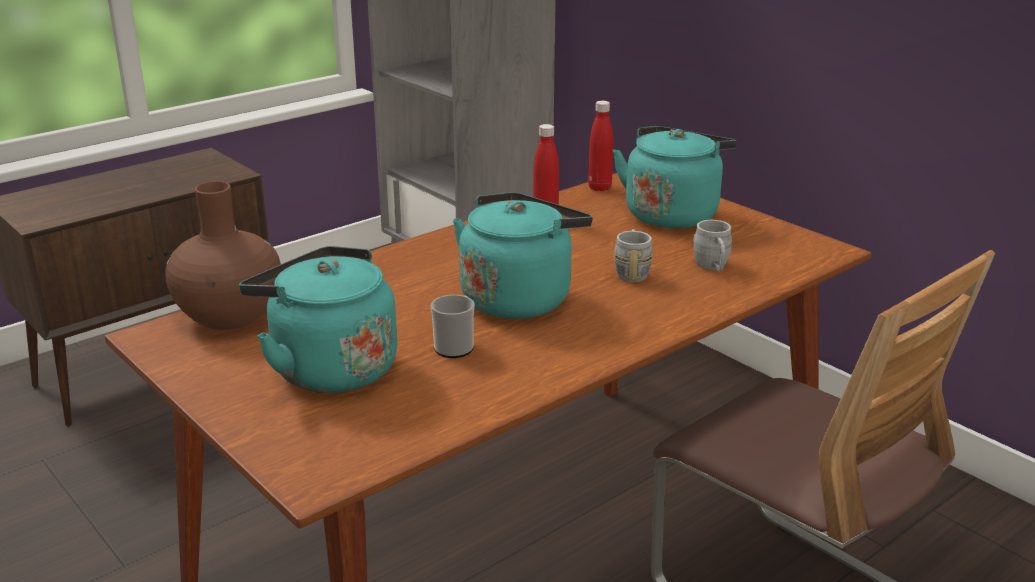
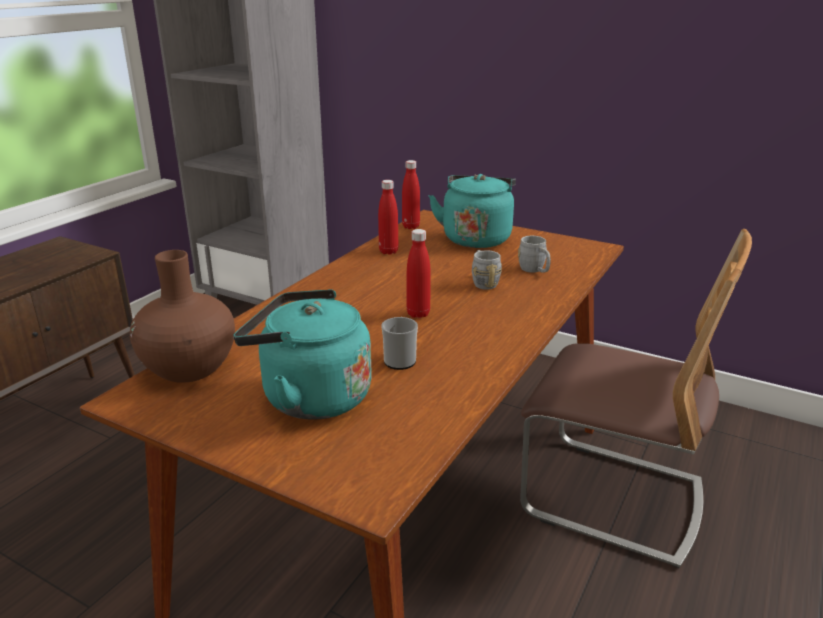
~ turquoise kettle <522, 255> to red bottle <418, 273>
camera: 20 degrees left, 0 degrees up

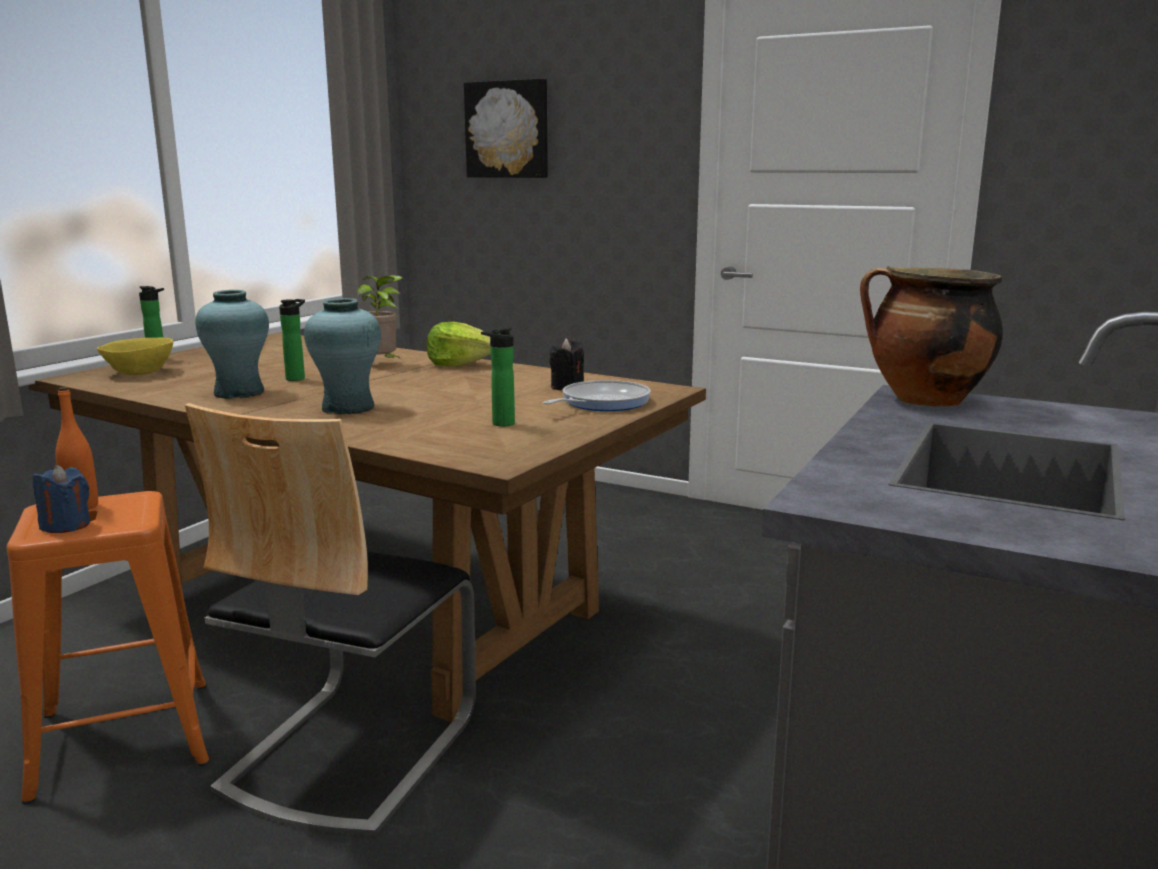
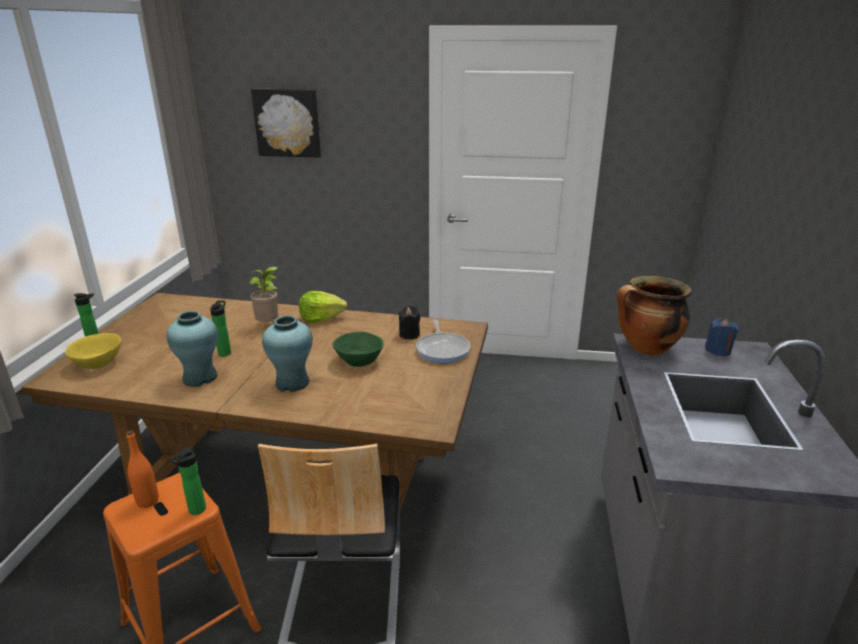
~ blue candle <61, 499> to <722, 337>
~ bottle <498, 377> to <187, 481>
~ frying pan <597, 395> = <443, 341> 150 degrees clockwise
+ green bowl <358, 349>
camera: 20 degrees left, 10 degrees up

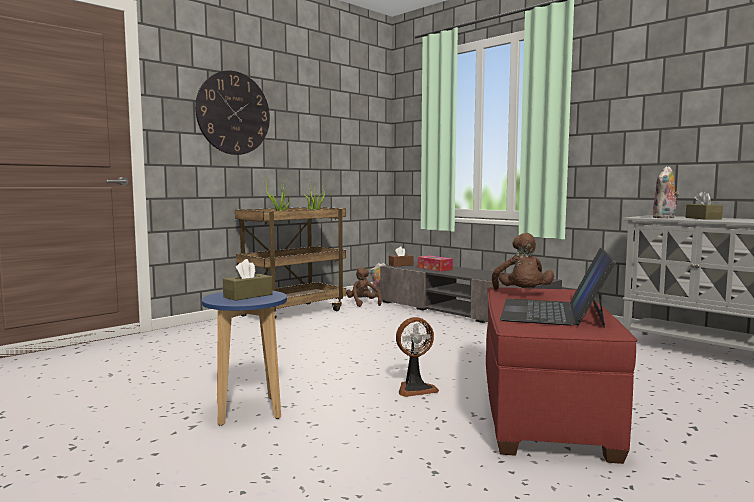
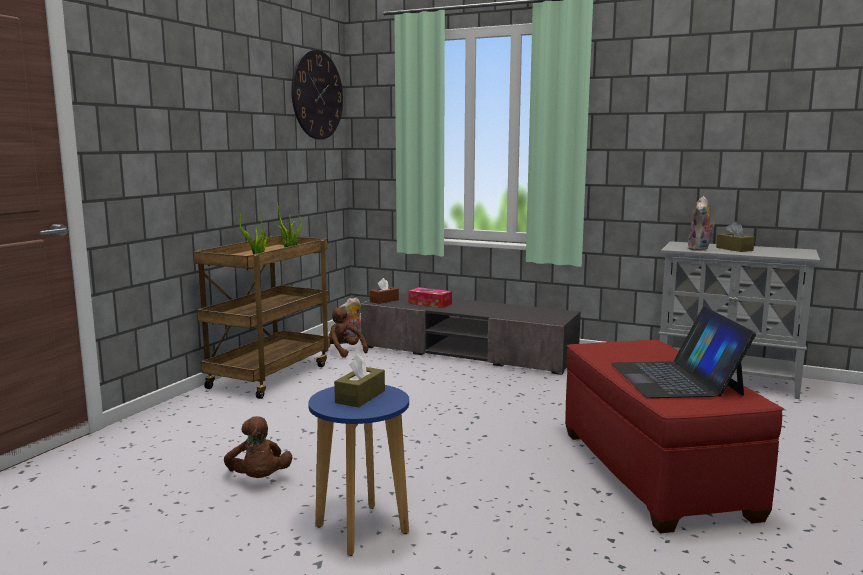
~ wall clock <232, 112> to <317, 95>
- fan <417, 357>
~ brown plush toy <523, 261> to <258, 447>
camera: 20 degrees left, 5 degrees up

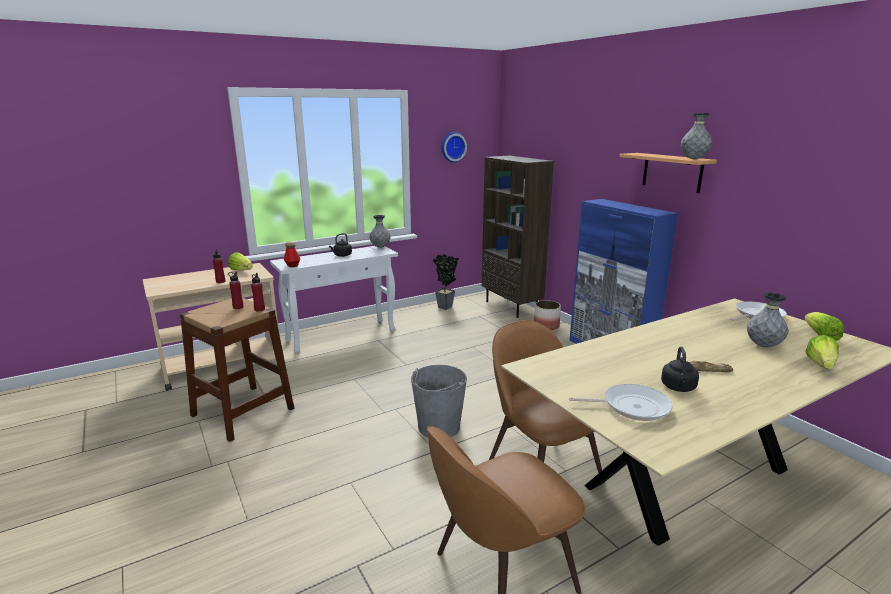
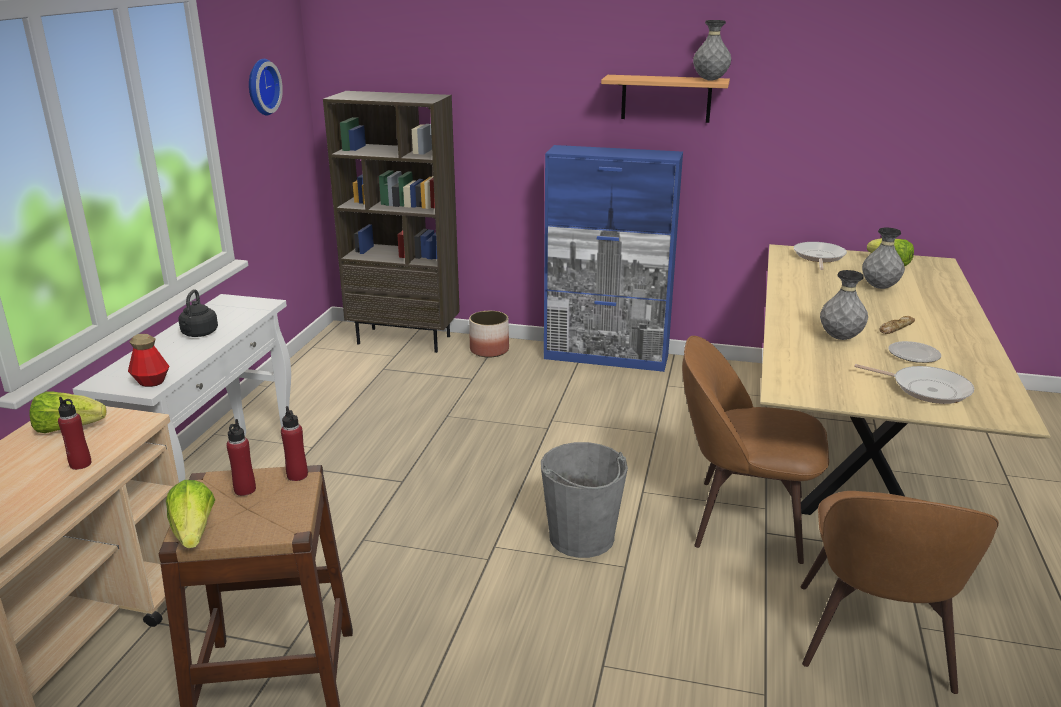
~ grey vase <380, 231> to <844, 305>
- potted plant <446, 282>
~ frying pan <621, 402> = <914, 384> 75 degrees clockwise
~ black kettle <680, 369> to plate <915, 352>
~ lettuce <822, 352> to <190, 514>
camera: 45 degrees left, 5 degrees up

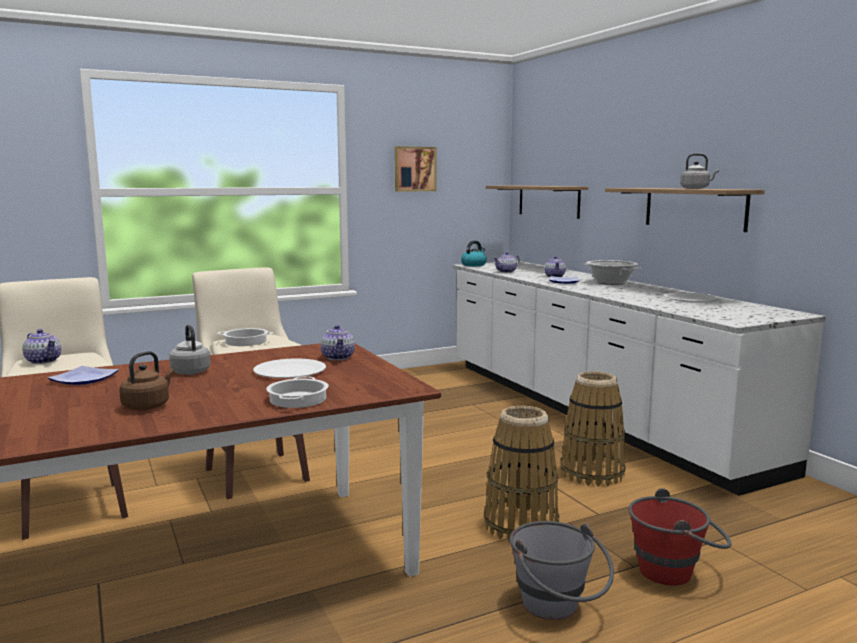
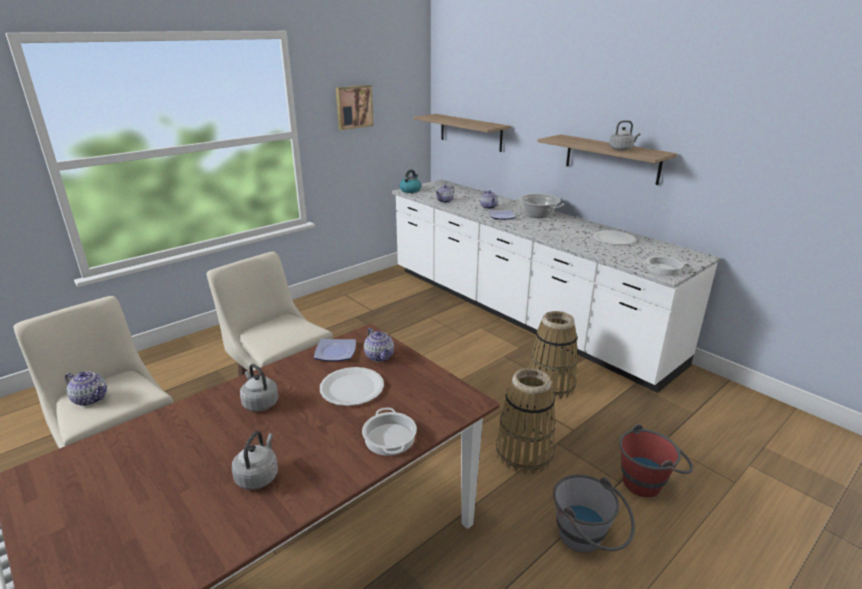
~ plate <83, 375> to <335, 350>
~ brown kettle <146, 380> to grey kettle <255, 460>
~ cooking pot <245, 337> to <664, 266>
camera: 15 degrees left, 15 degrees up

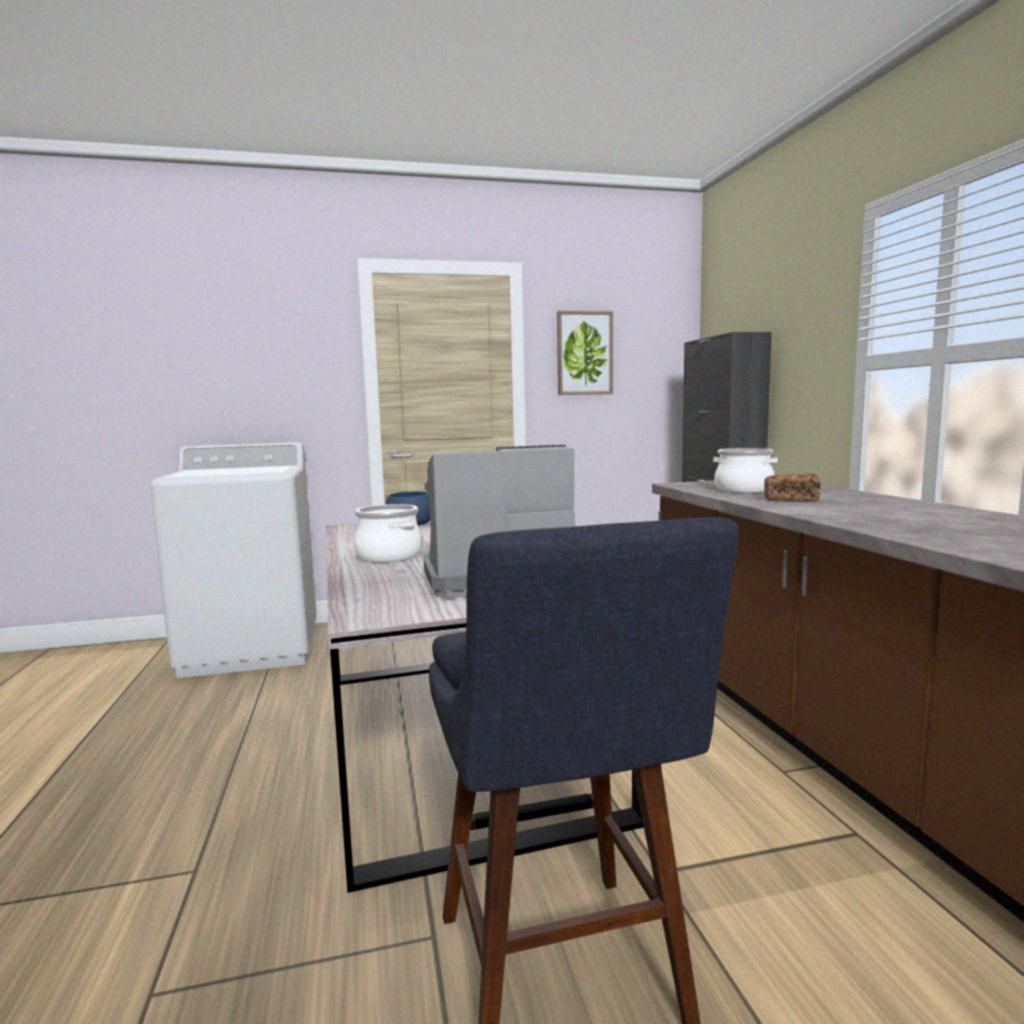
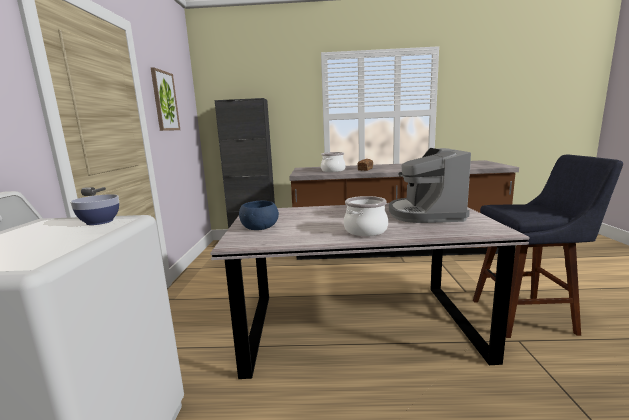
+ bowl <94, 209>
camera: 75 degrees left, 5 degrees up

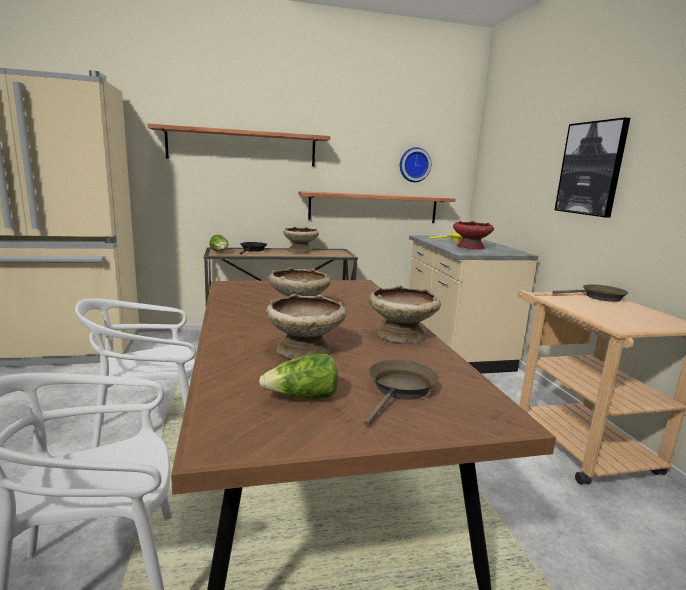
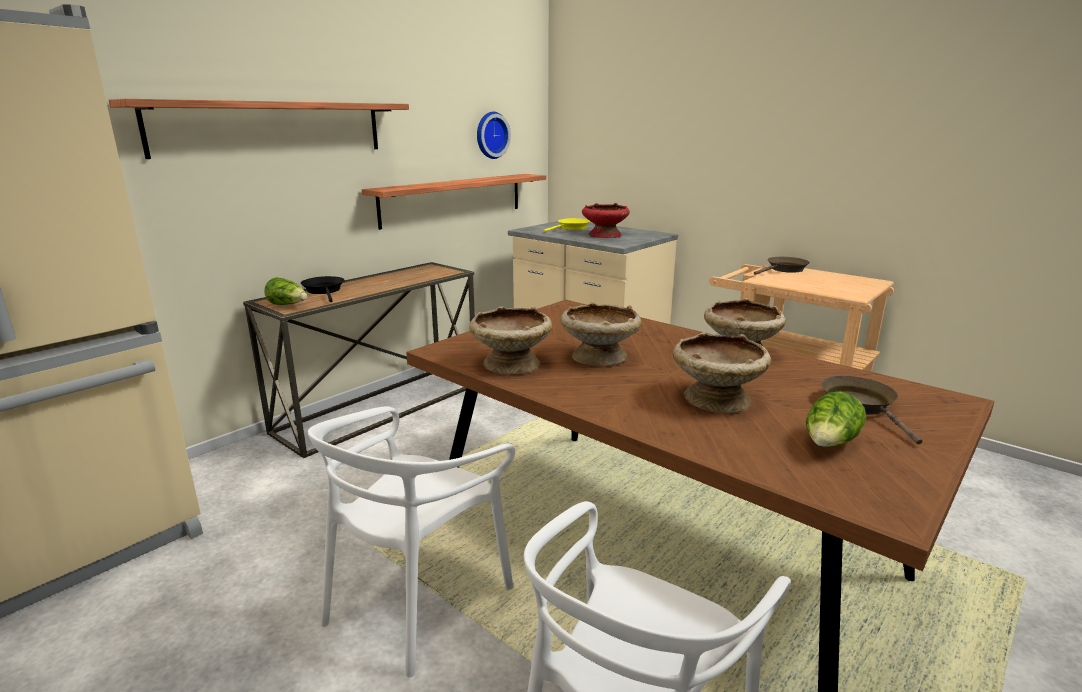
~ beige bowl <301, 240> to <510, 340>
- picture <592, 167>
camera: 35 degrees left, 5 degrees up

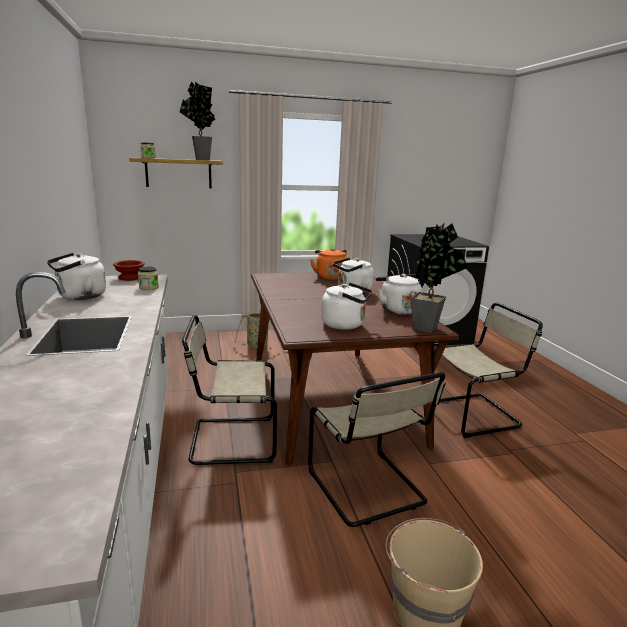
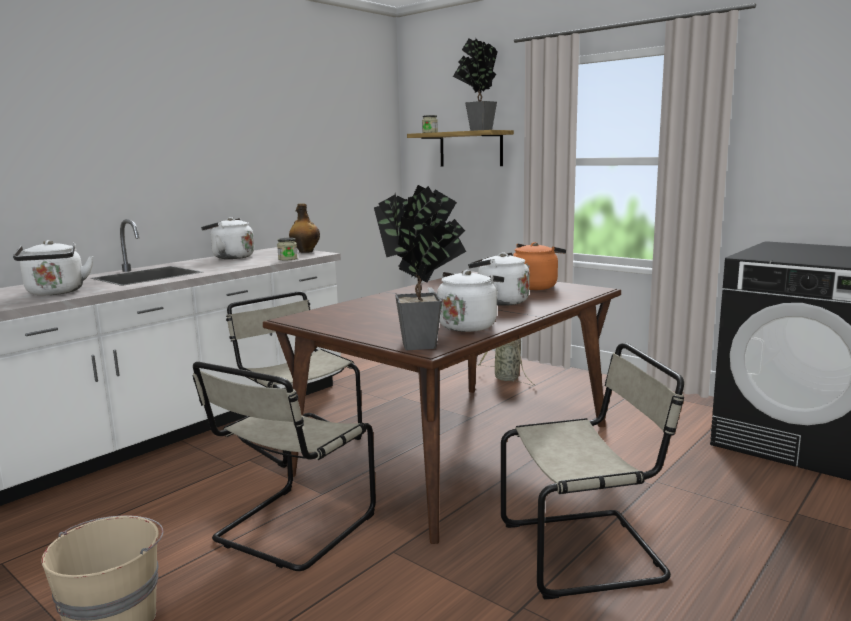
~ brown bowl <129, 270> to bottle <304, 228>
~ white kettle <346, 306> to <53, 267>
~ beige chair <488, 370> = <592, 471> 45 degrees counterclockwise
camera: 55 degrees right, 5 degrees down

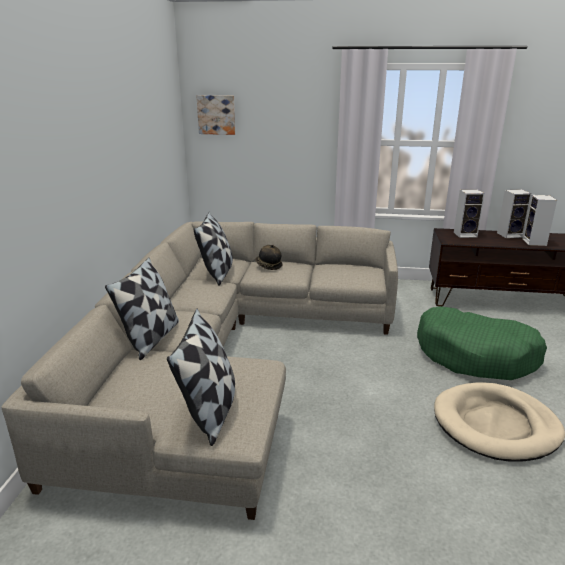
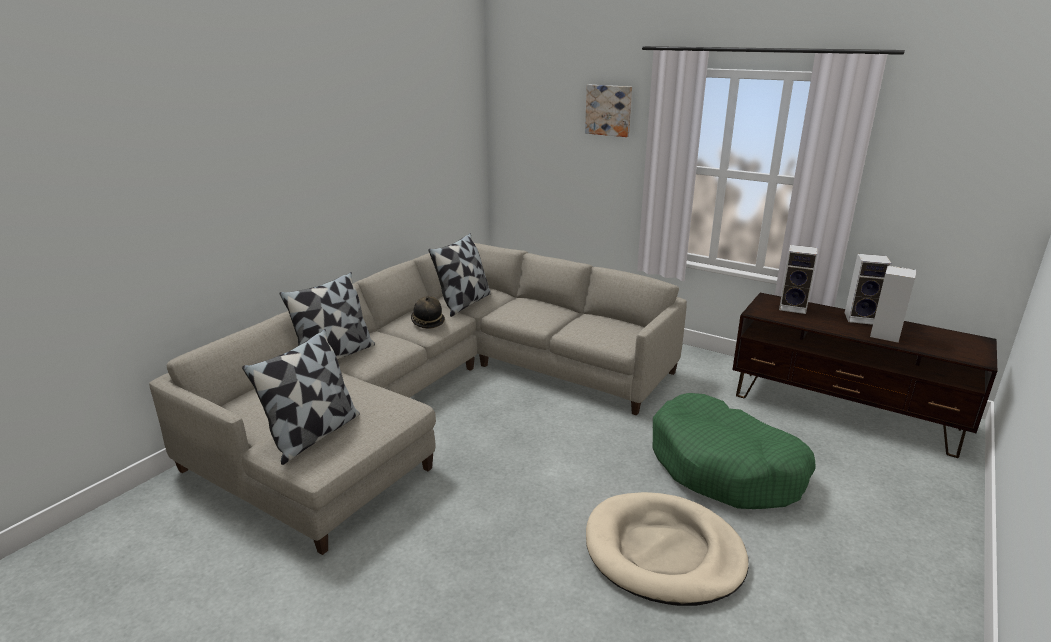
~ picture <215, 115> to <608, 111>
~ hat <268, 257> to <428, 312>
camera: 25 degrees right, 0 degrees up

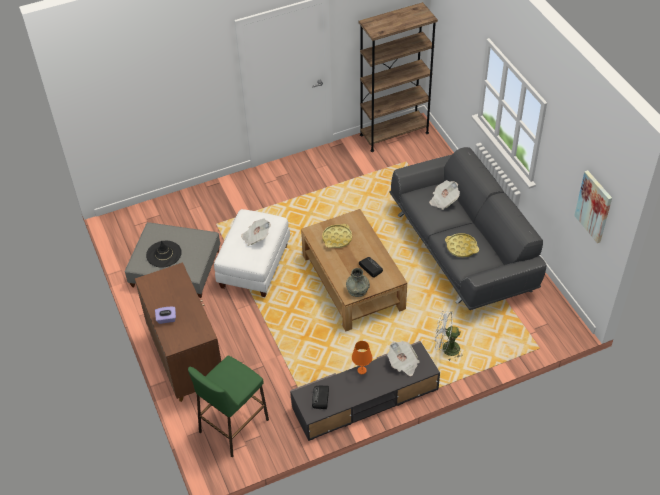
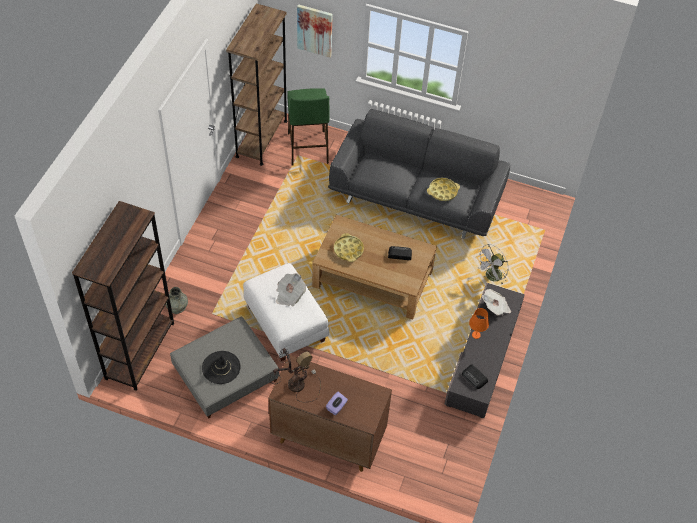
~ green stool <228, 406> to <308, 126>
~ grey vase <358, 282> to <177, 300>
- newspaper <444, 195>
~ picture <593, 206> to <315, 31>
+ brown bookcase <123, 296>
+ table lamp <295, 375>
camera: 50 degrees left, 5 degrees up

